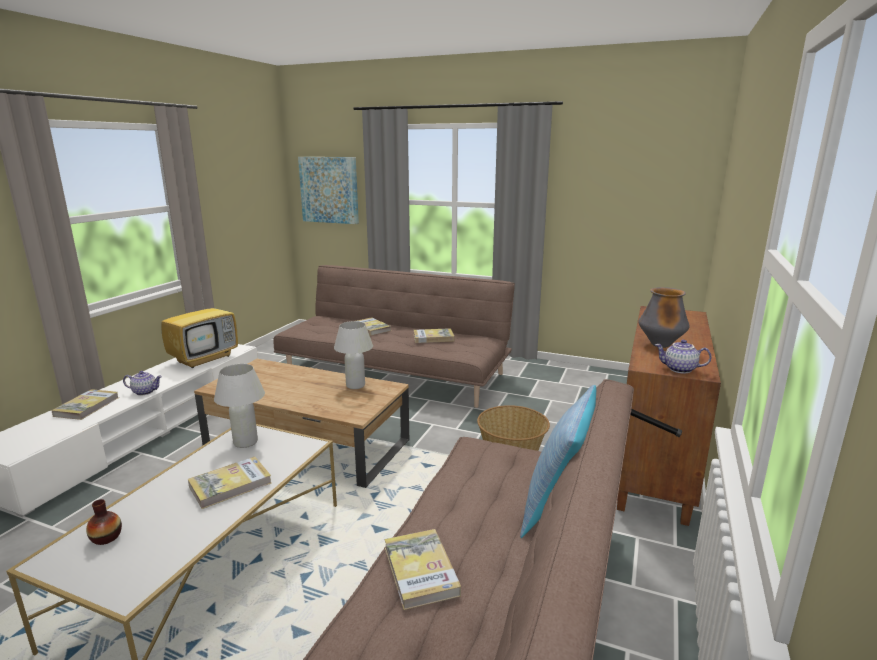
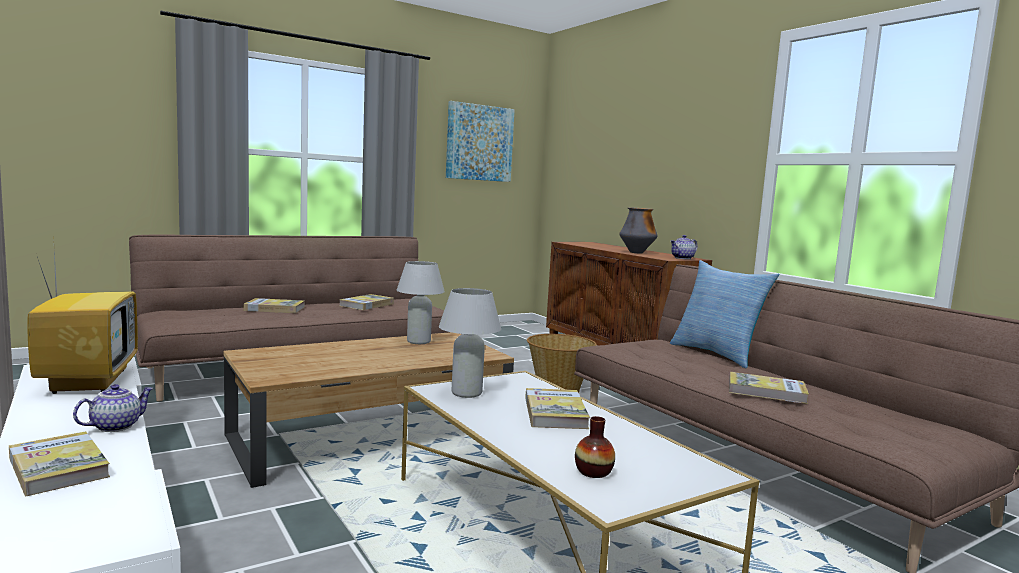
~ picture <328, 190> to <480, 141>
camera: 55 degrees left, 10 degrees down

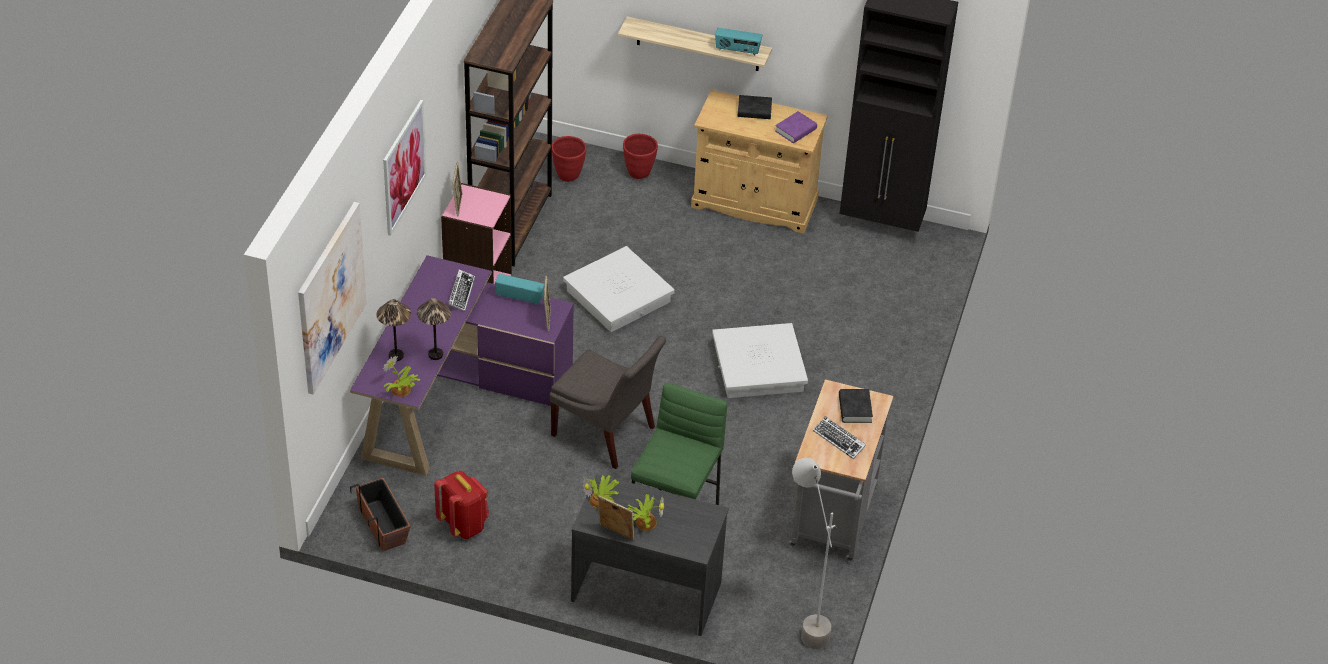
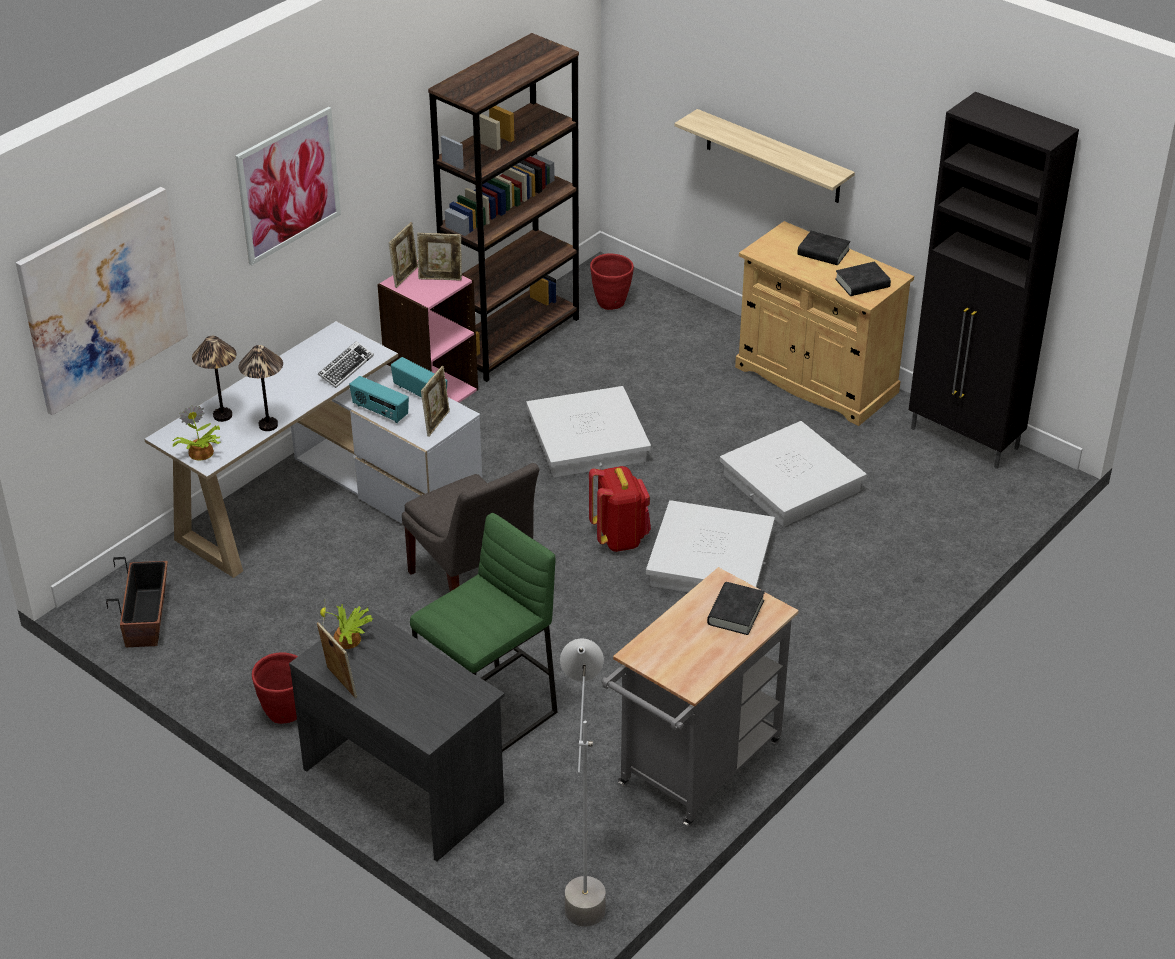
~ purple desk <462, 365> to white desk <313, 449>
~ red backpack <461, 505> to <620, 509>
~ red planter <640, 156> to <275, 688>
- potted plant <645, 512>
~ radio <738, 41> to <379, 399>
~ purple book <796, 127> to black book <863, 279>
- keyboard <839, 437>
+ picture frame <439, 257>
+ white storage box <793, 474>
camera: 25 degrees right, 5 degrees down

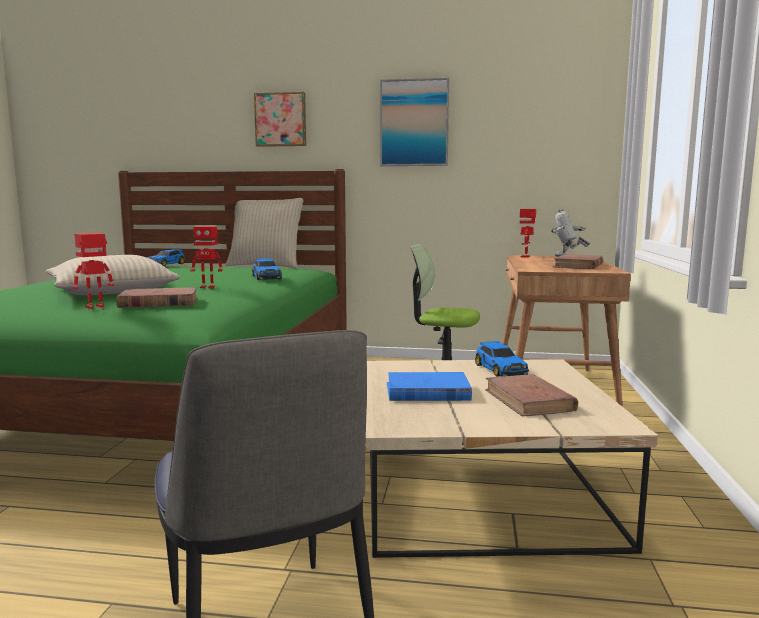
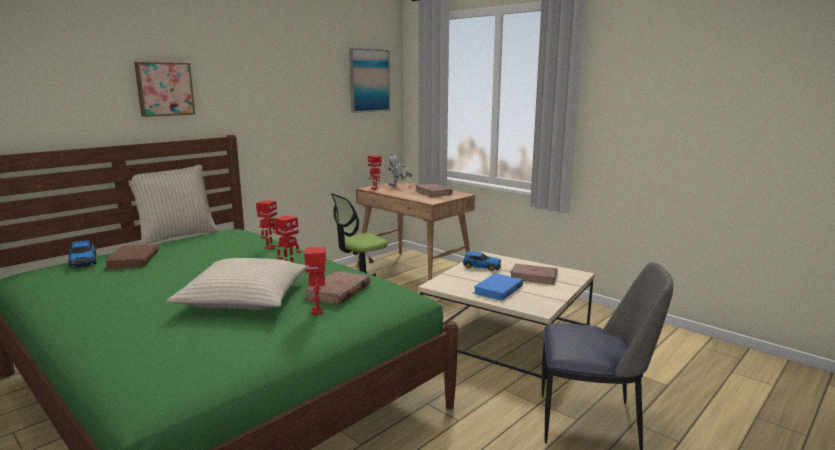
~ toy car <267, 269> to toy robot <266, 224>
~ picture <414, 122> to <369, 80>
+ brown book <131, 256>
camera: 55 degrees left, 5 degrees up

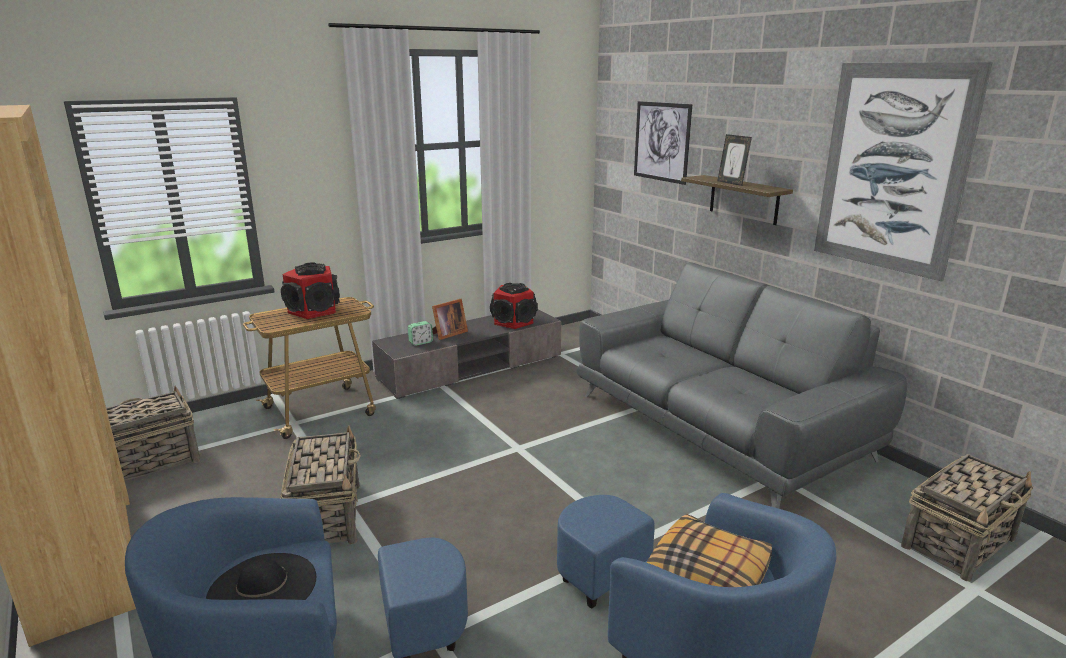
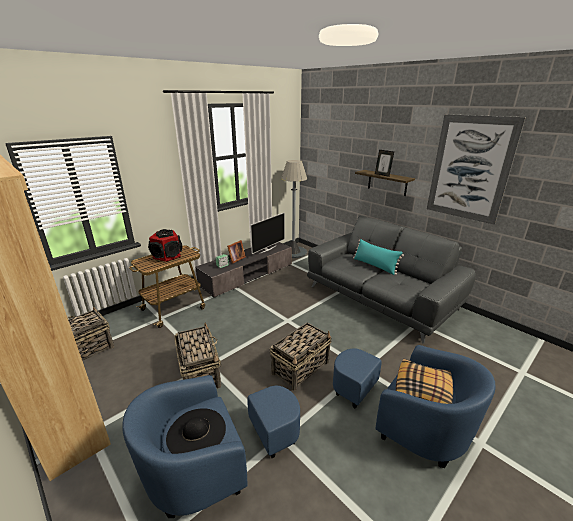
~ speaker <514, 306> to television <267, 233>
- picture <663, 143>
~ basket <967, 517> to <301, 356>
+ grey floor lamp <294, 209>
+ turquoise pillow <378, 257>
camera: 10 degrees left, 5 degrees up

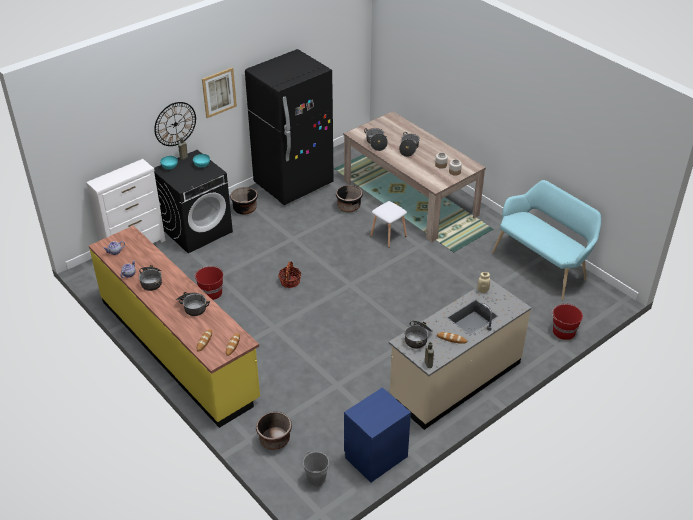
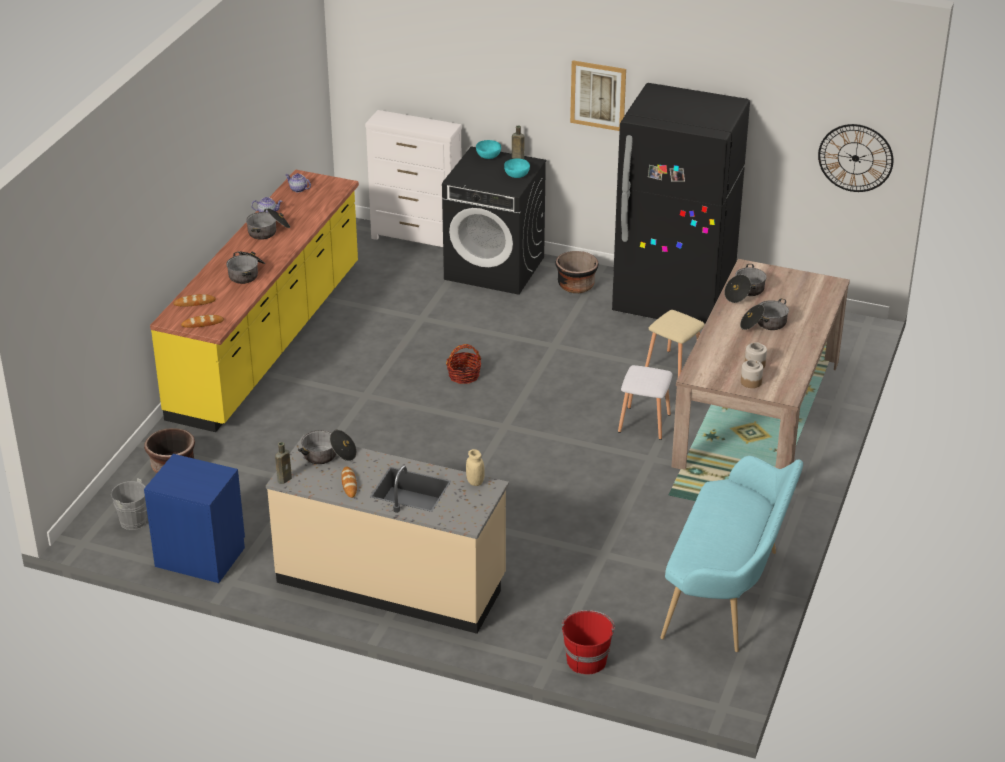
~ wall clock <175, 124> to <855, 158>
- red bucket <208, 283>
~ black planter <349, 198> to beige stool <675, 343>
camera: 60 degrees right, 5 degrees down

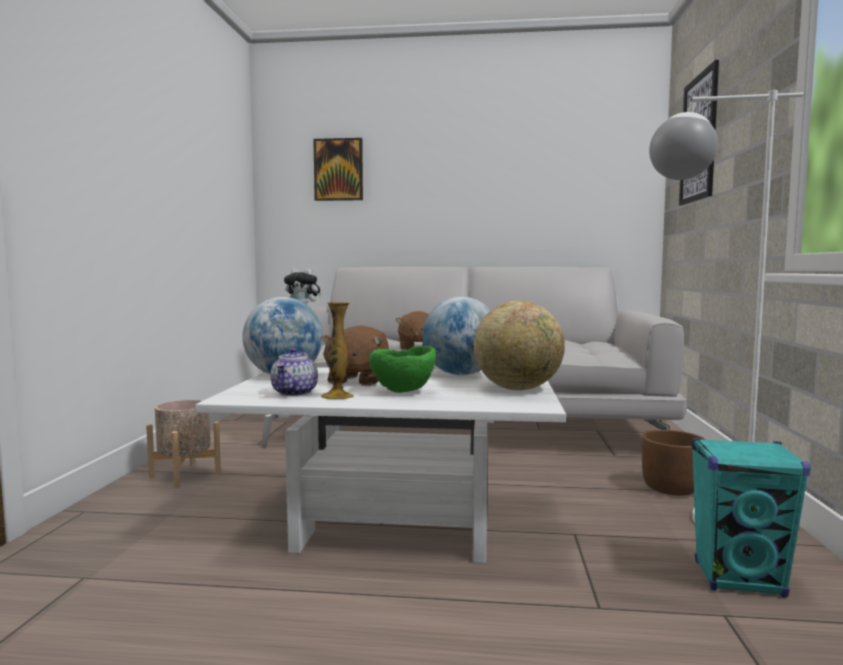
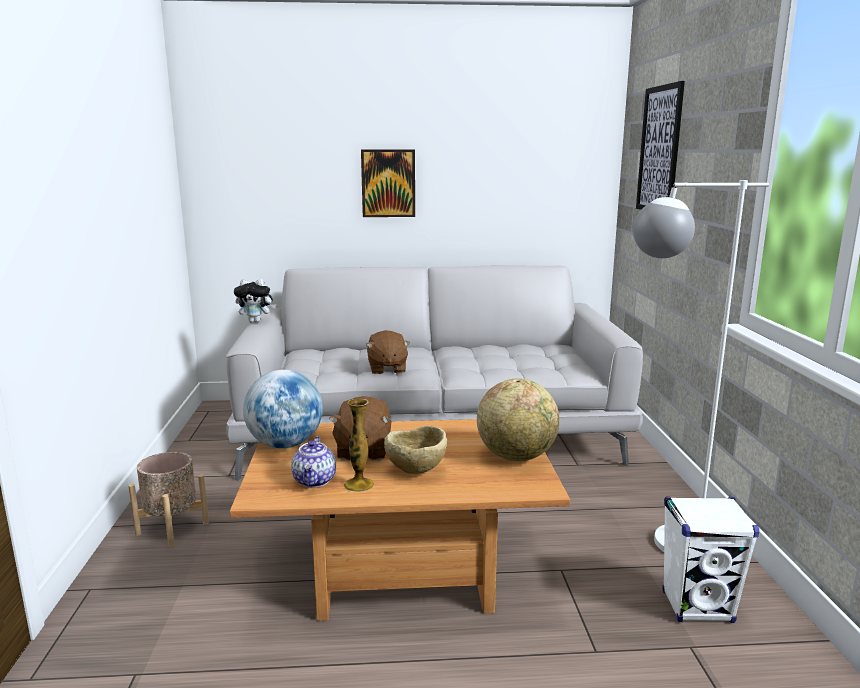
~ white coffee table <380, 465> to brown coffee table <400, 520>
~ picture <338, 169> to <388, 183>
~ green bowl <402, 369> to beige bowl <415, 450>
- globe <457, 336>
- brown planter <674, 463>
~ turquoise speaker <750, 518> to white speaker <710, 560>
camera: 10 degrees left, 10 degrees up

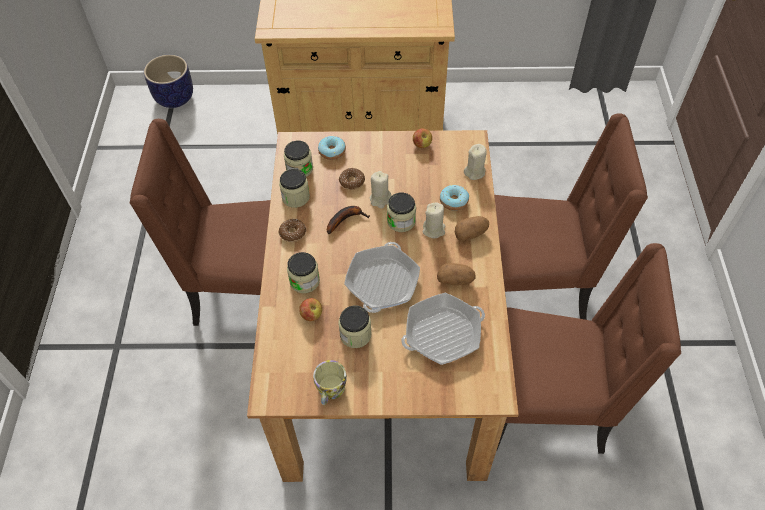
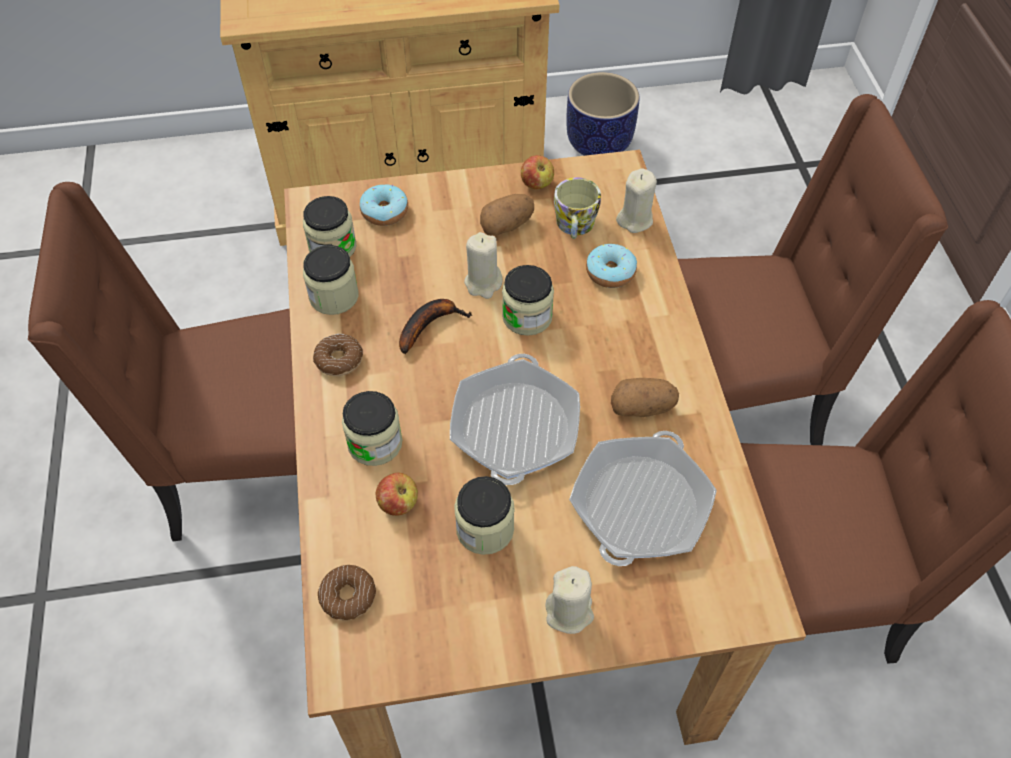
~ planter <168, 81> to <603, 114>
~ mug <330, 382> to <577, 208>
~ donut <352, 179> to <347, 592>
~ frying pan <443, 329> = <643, 498> 150 degrees clockwise
~ beige candle <433, 220> to <569, 600>
~ potato <472, 228> to <507, 215>
camera: 10 degrees left, 0 degrees up

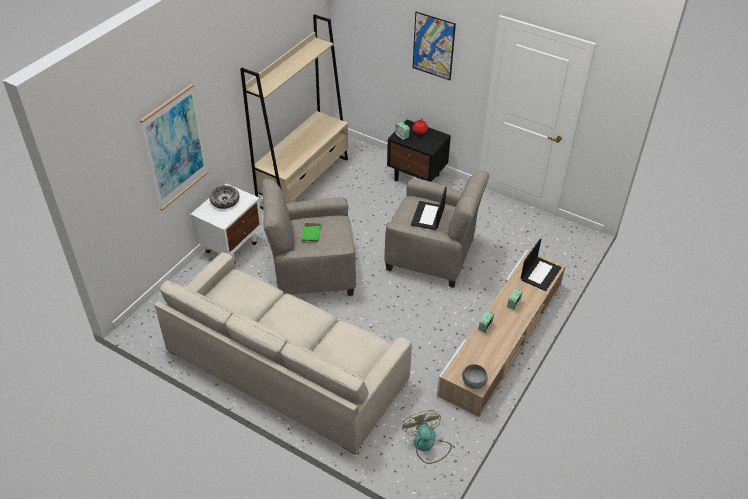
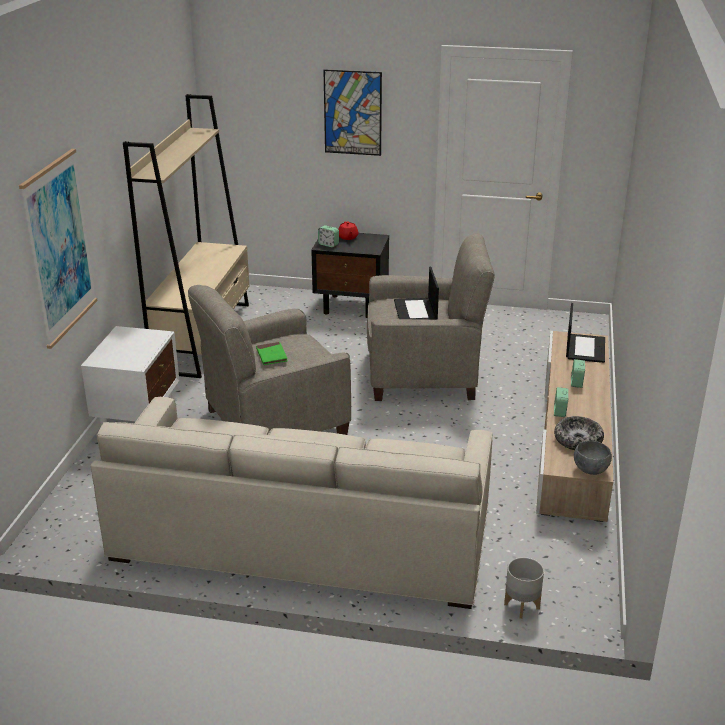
~ bowl <224, 197> to <579, 433>
- fan <427, 437>
+ grey planter <524, 588>
camera: 20 degrees left, 15 degrees down

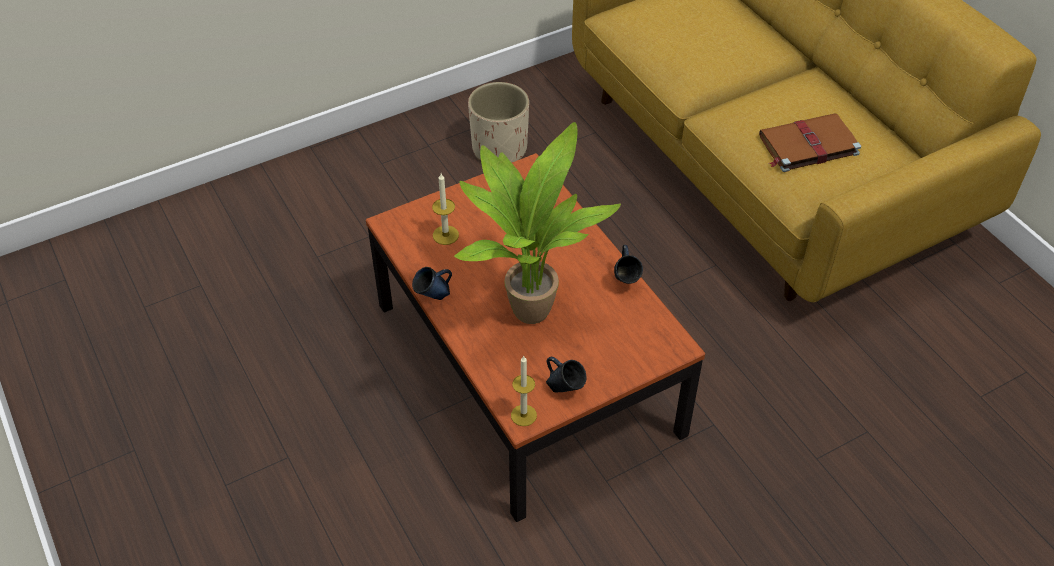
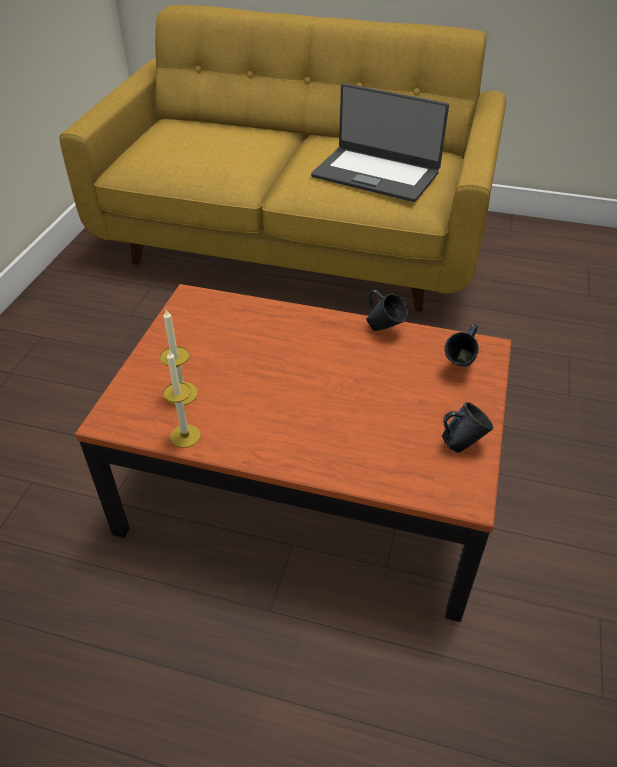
~ blue mug <432, 283> to <461, 345>
- potted plant <537, 223>
- beige planter <498, 122>
~ candle <524, 391> to <182, 399>
~ brown book <810, 142> to laptop <380, 142>
camera: 45 degrees left, 5 degrees down

